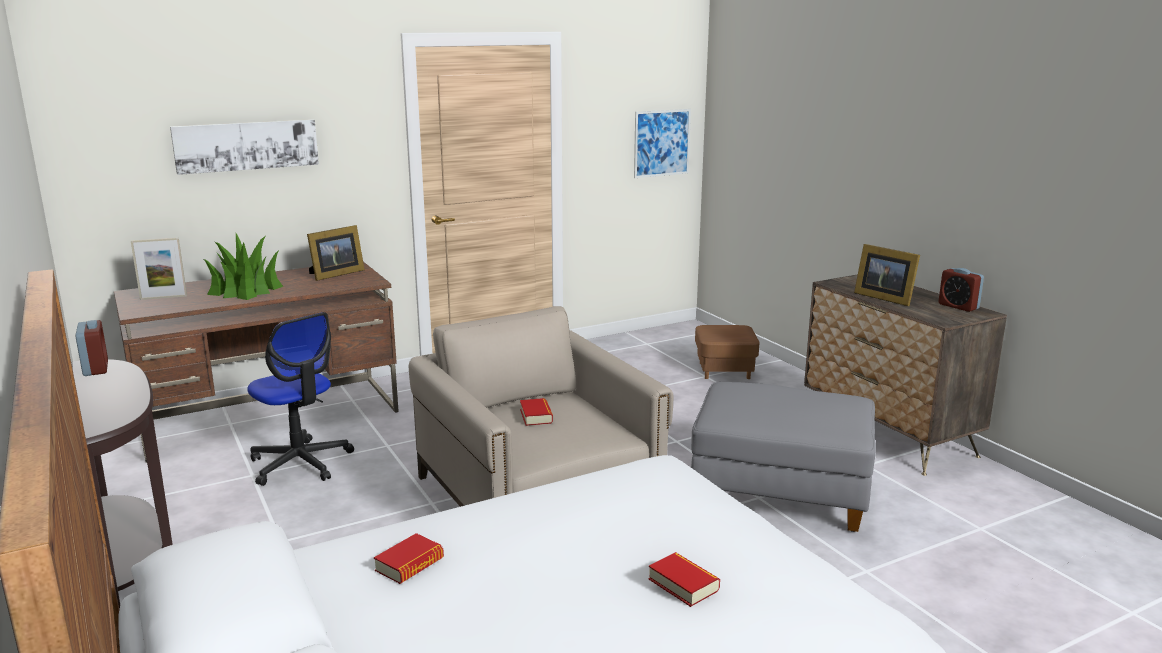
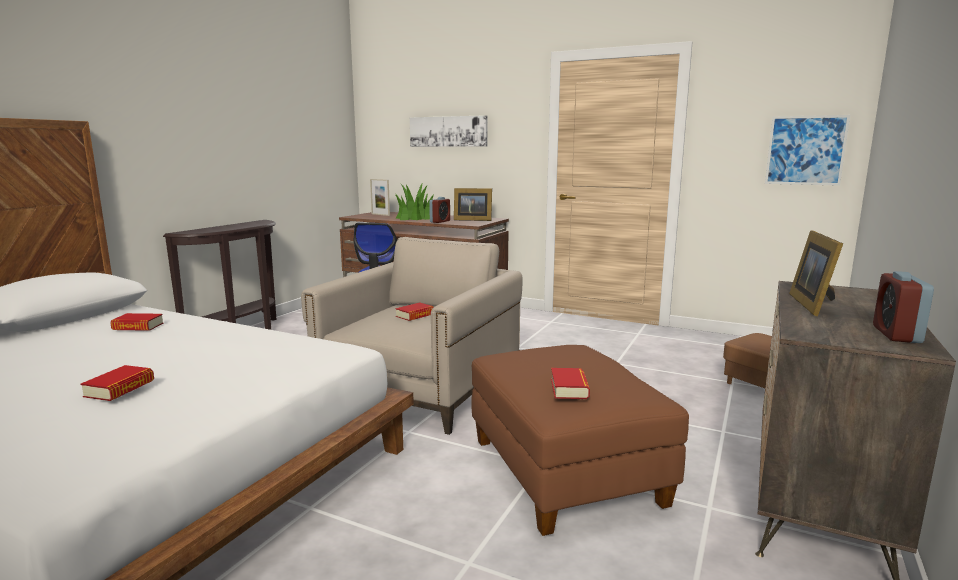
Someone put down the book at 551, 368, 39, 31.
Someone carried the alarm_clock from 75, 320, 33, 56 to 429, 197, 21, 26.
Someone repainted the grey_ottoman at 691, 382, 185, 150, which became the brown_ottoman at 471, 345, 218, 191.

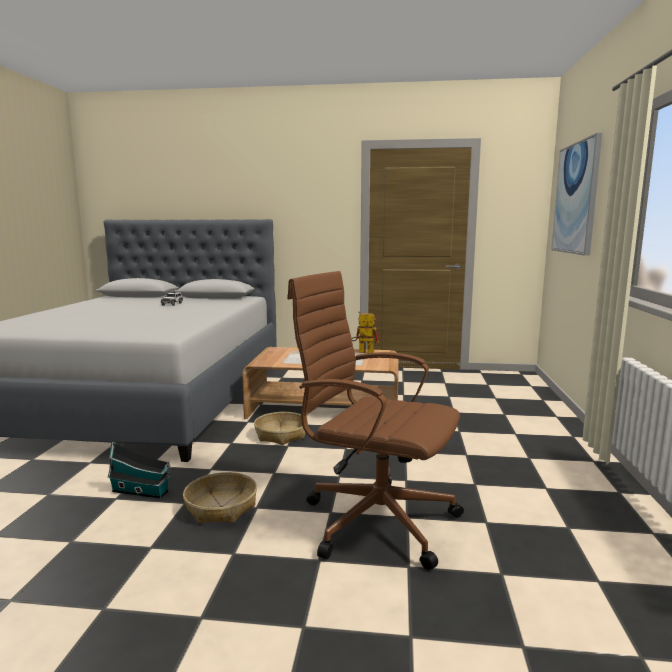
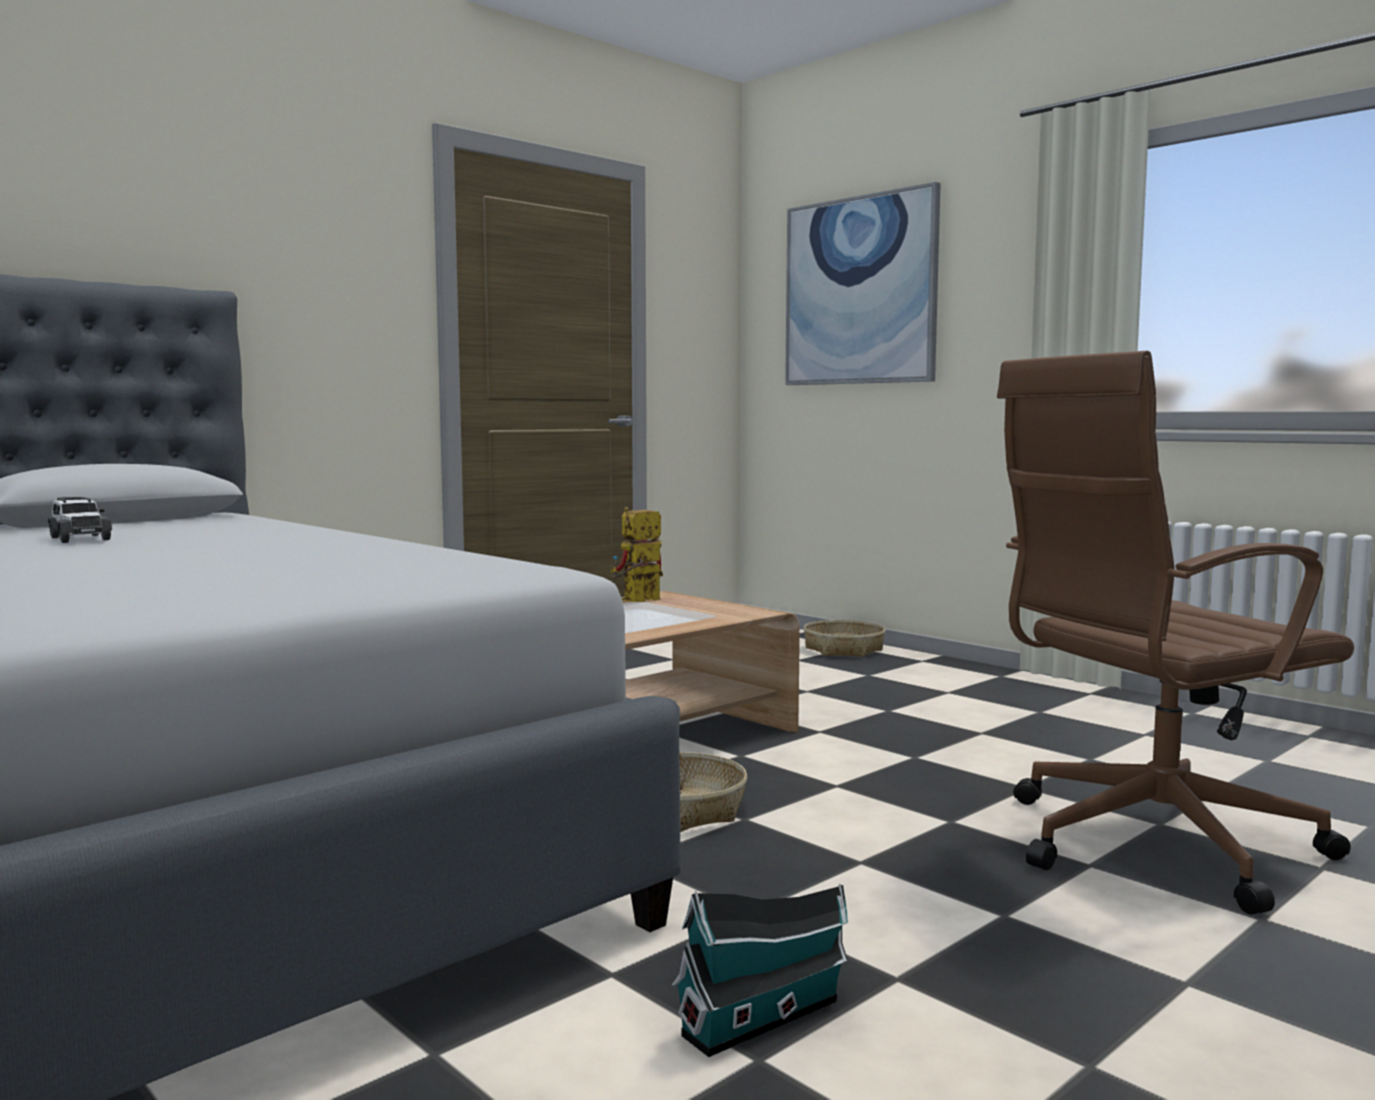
Someone carried the basket from 183, 472, 74, 52 to 803, 620, 83, 37.

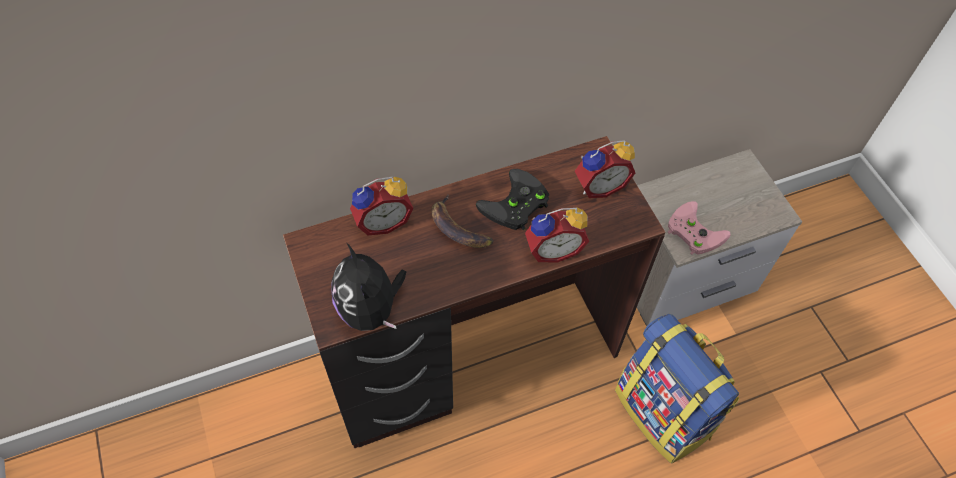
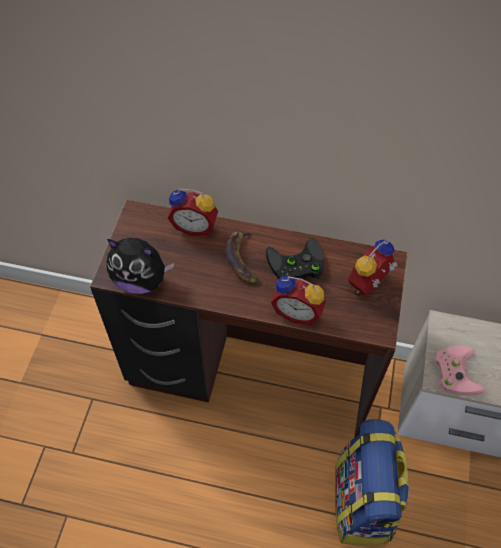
Someone rotated the plush_toy at 331, 243, 75, 88 by 90 degrees counterclockwise.
Someone rotated the alarm_clock at 575, 140, 60, 58 by 120 degrees clockwise.

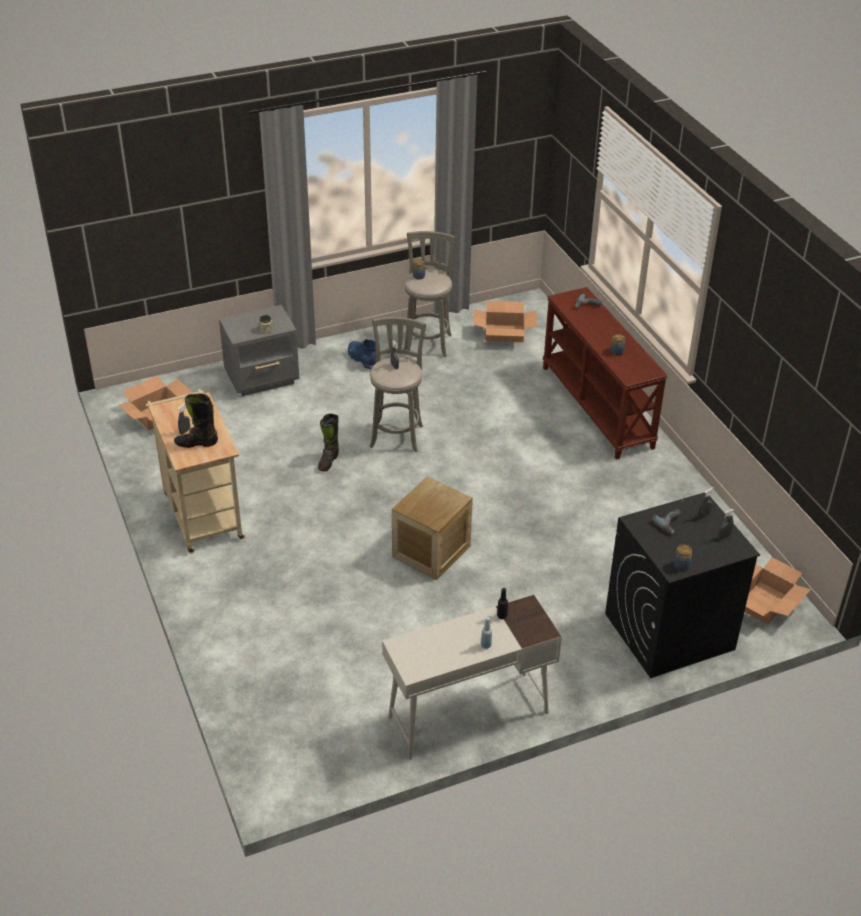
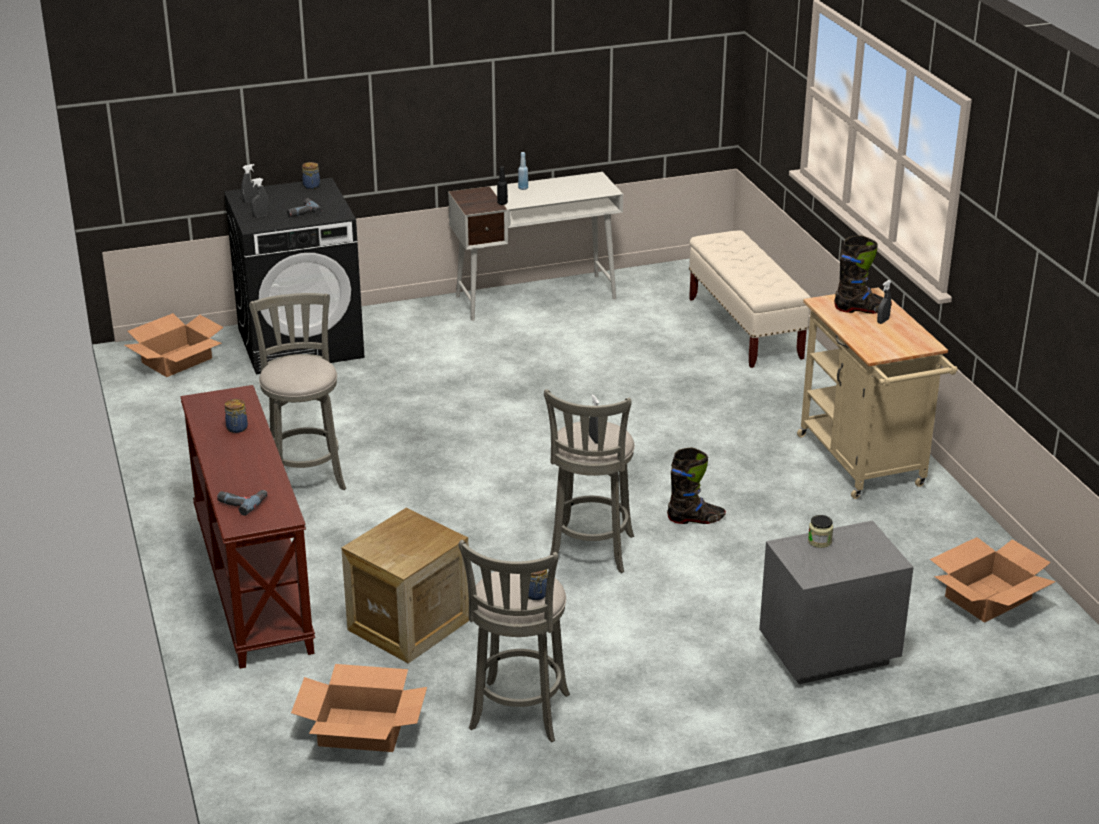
Someone took away the blue_boot at 348, 339, 28, 32.
Someone put down the grey_stool at 249, 293, 97, 197.
Someone put down the beige_bench at 689, 231, 122, 137.
Someone carried the crate from 392, 476, 81, 104 to 341, 508, 128, 155.
Someone rotated the black_boot at 318, 414, 21, 58 by 60 degrees clockwise.

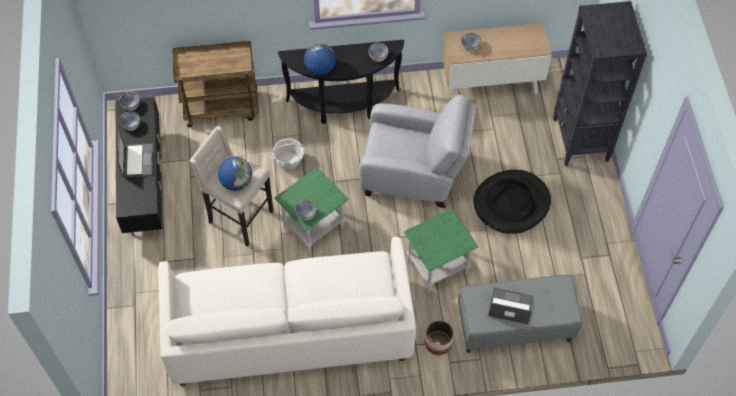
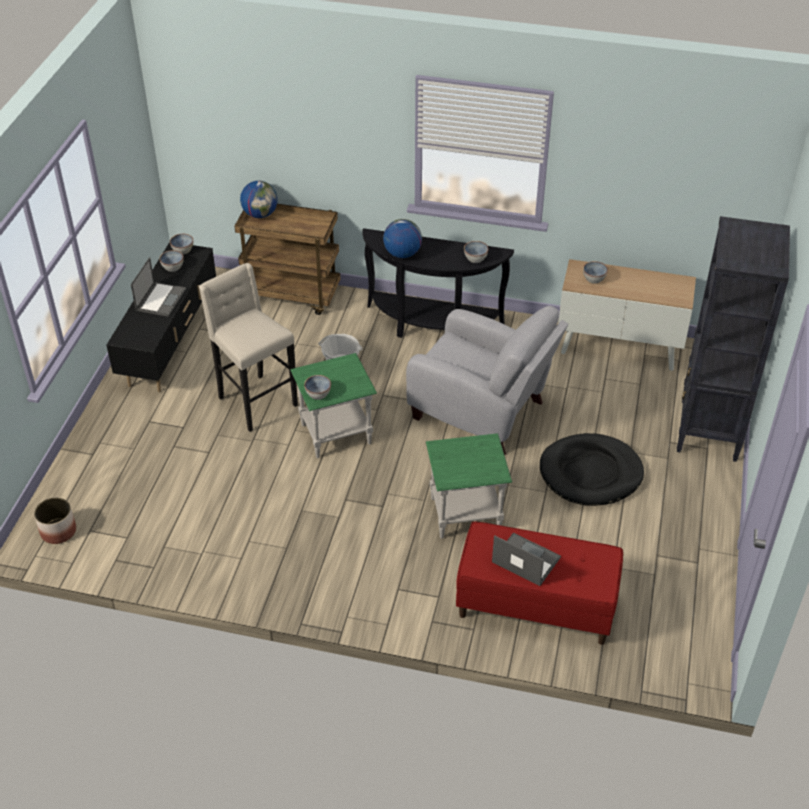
Someone took away the white_sofa at 158, 237, 258, 149.
Someone carried the globe from 218, 157, 34, 34 to 240, 181, 38, 37.
Someone carried the planter from 425, 320, 29, 35 to 34, 498, 42, 46.
Someone repainted the grey_bench at 458, 275, 124, 78, which became the red_bench at 456, 521, 167, 124.

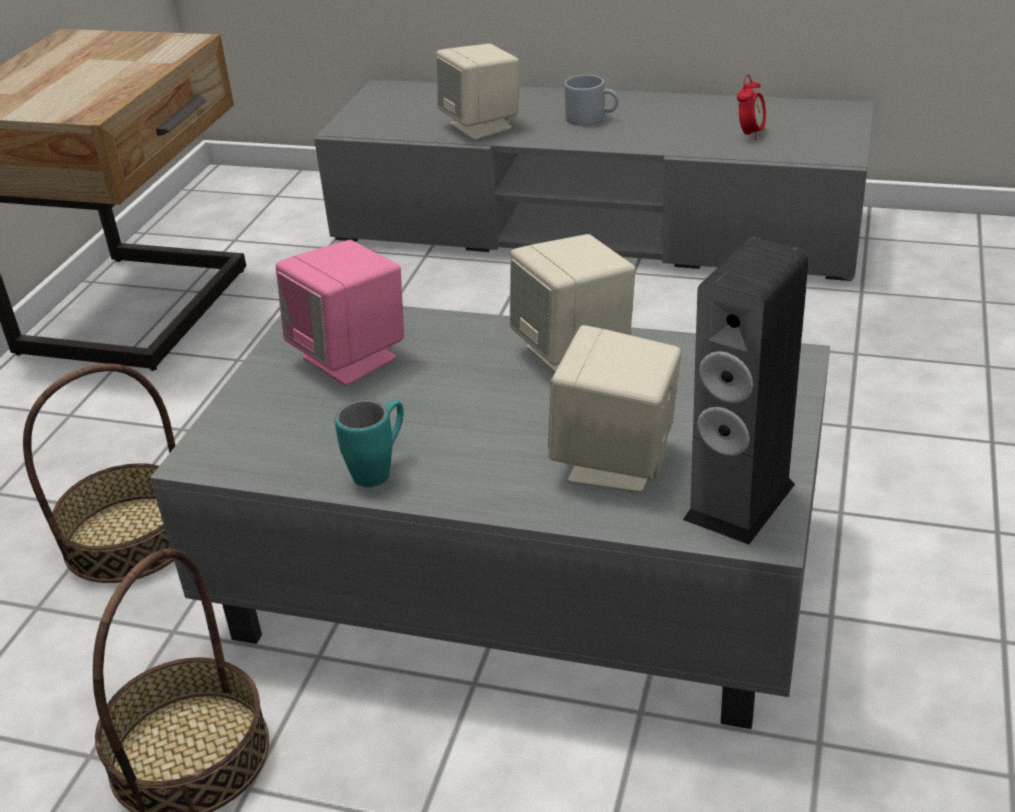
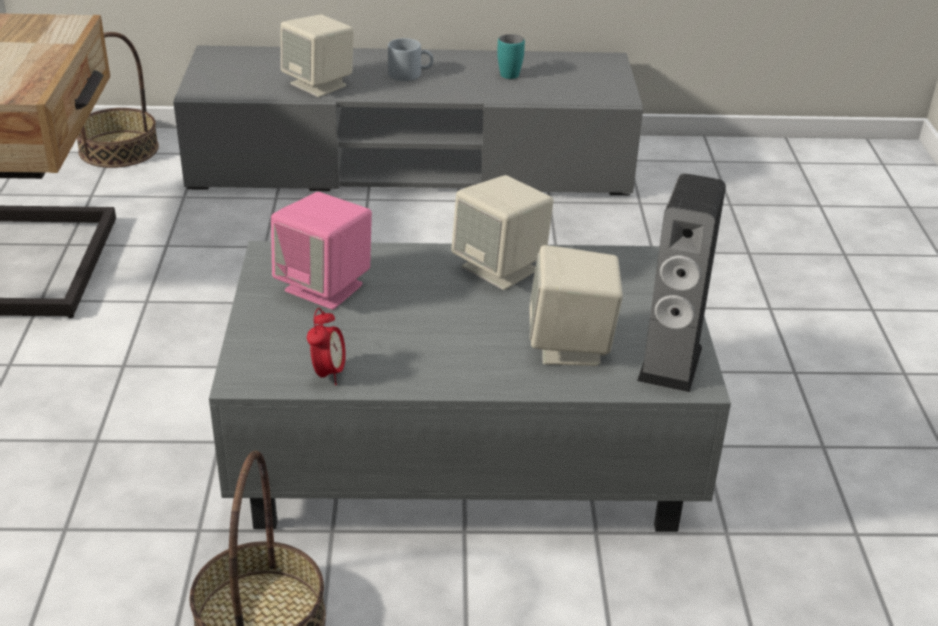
Someone carried the basket from 23, 364, 153, 219 to 77, 32, 82, 136.
Someone carried the turquoise_mug from 335, 400, 69, 87 to 497, 34, 28, 45.
Someone carried the alarm_clock from 737, 75, 29, 66 to 307, 308, 39, 77.

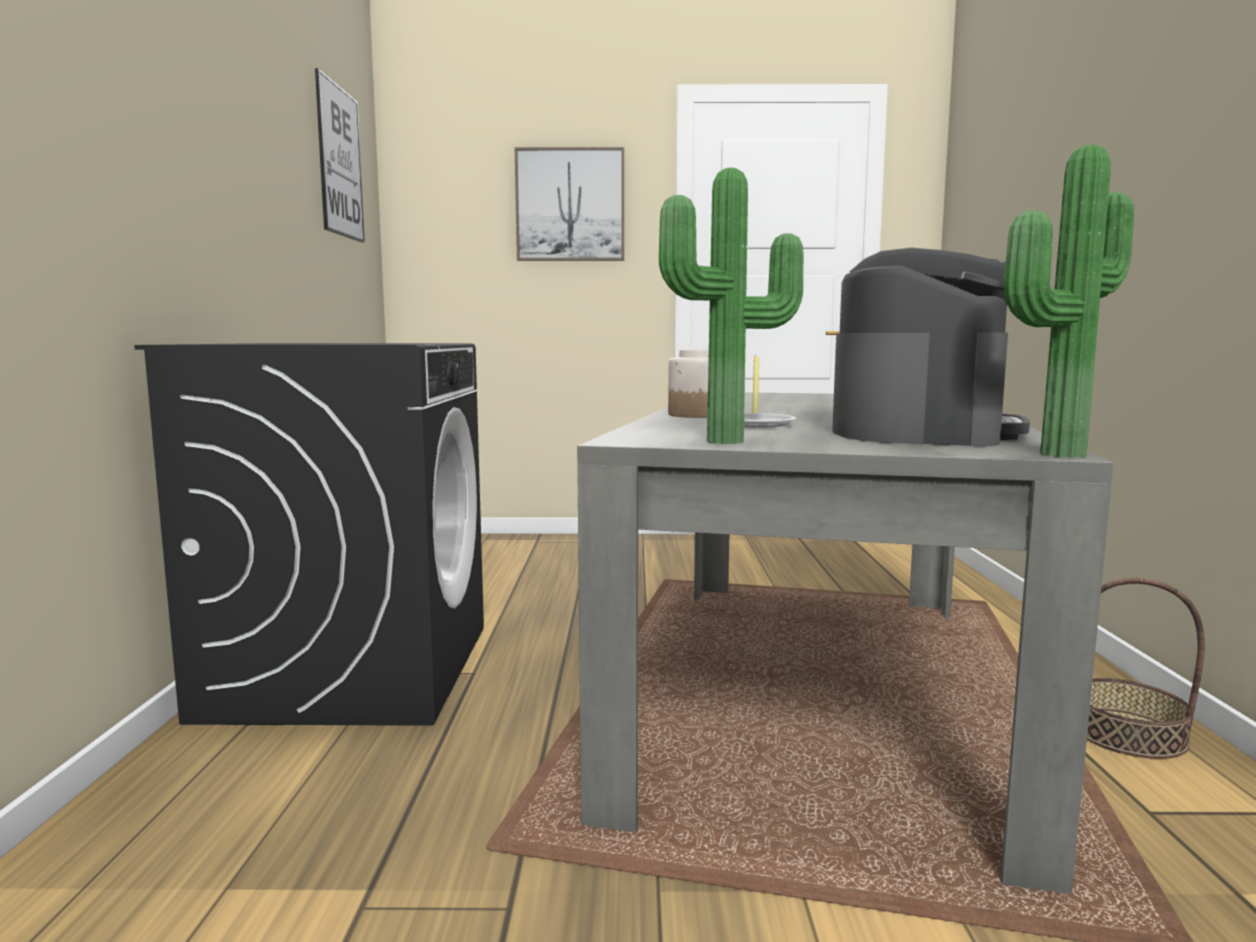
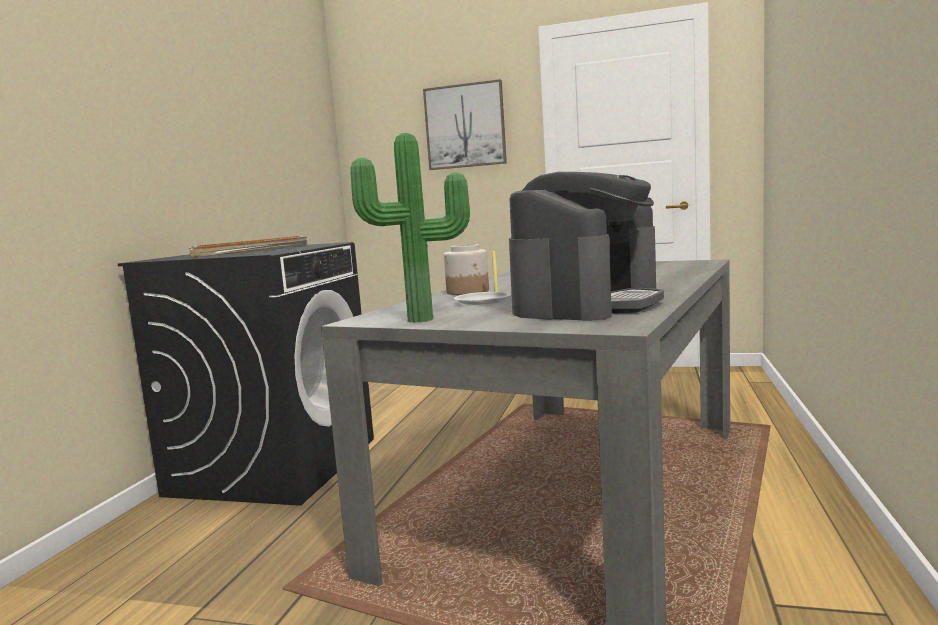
Someone took away the picture at 315, 68, 50, 175.
Someone took away the potted_plant at 1003, 145, 131, 313.
Someone took away the basket at 1087, 578, 118, 181.
Someone put down the white_tray at 189, 236, 118, 21.

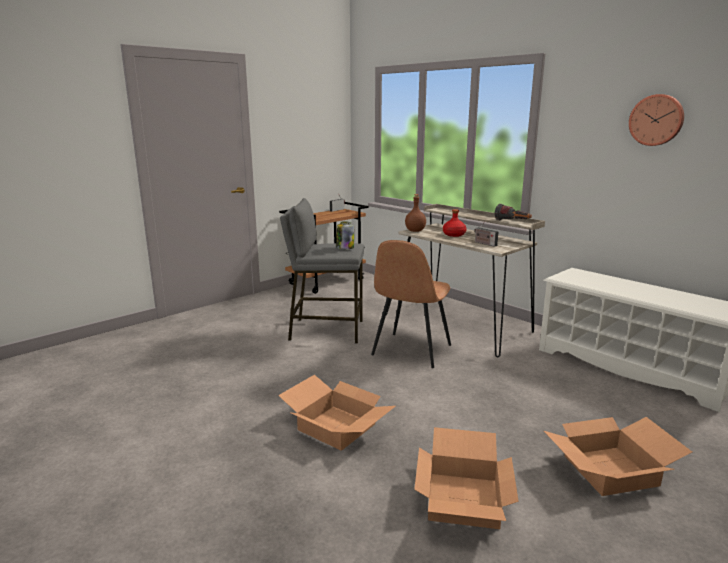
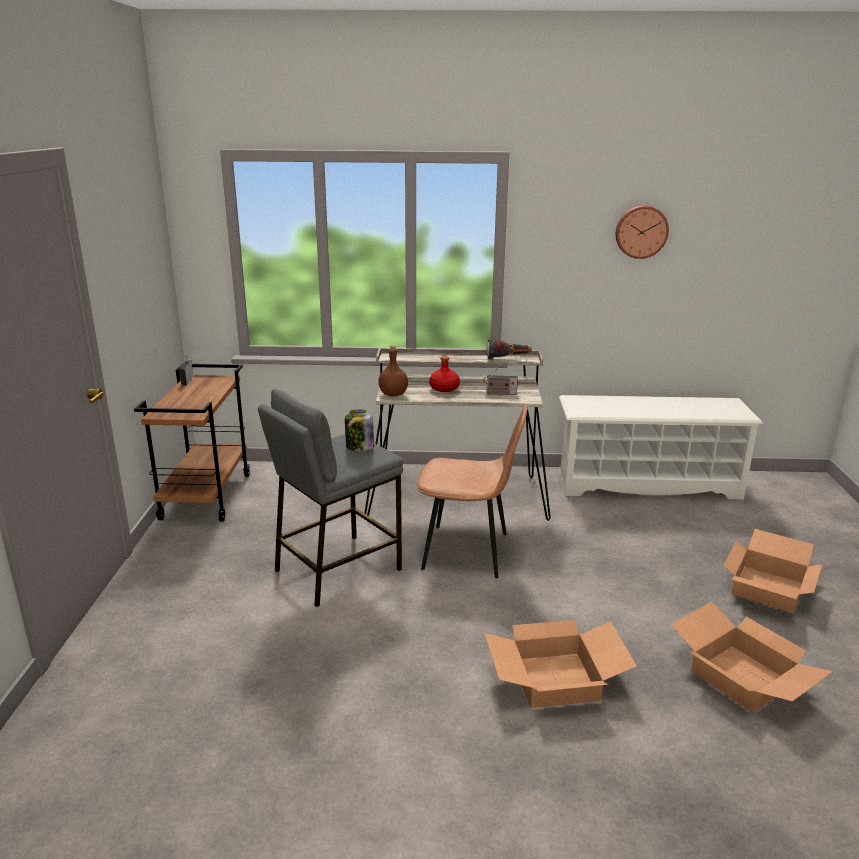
Someone rotated the brown_chair at 371, 240, 80, 128 by 60 degrees counterclockwise.

